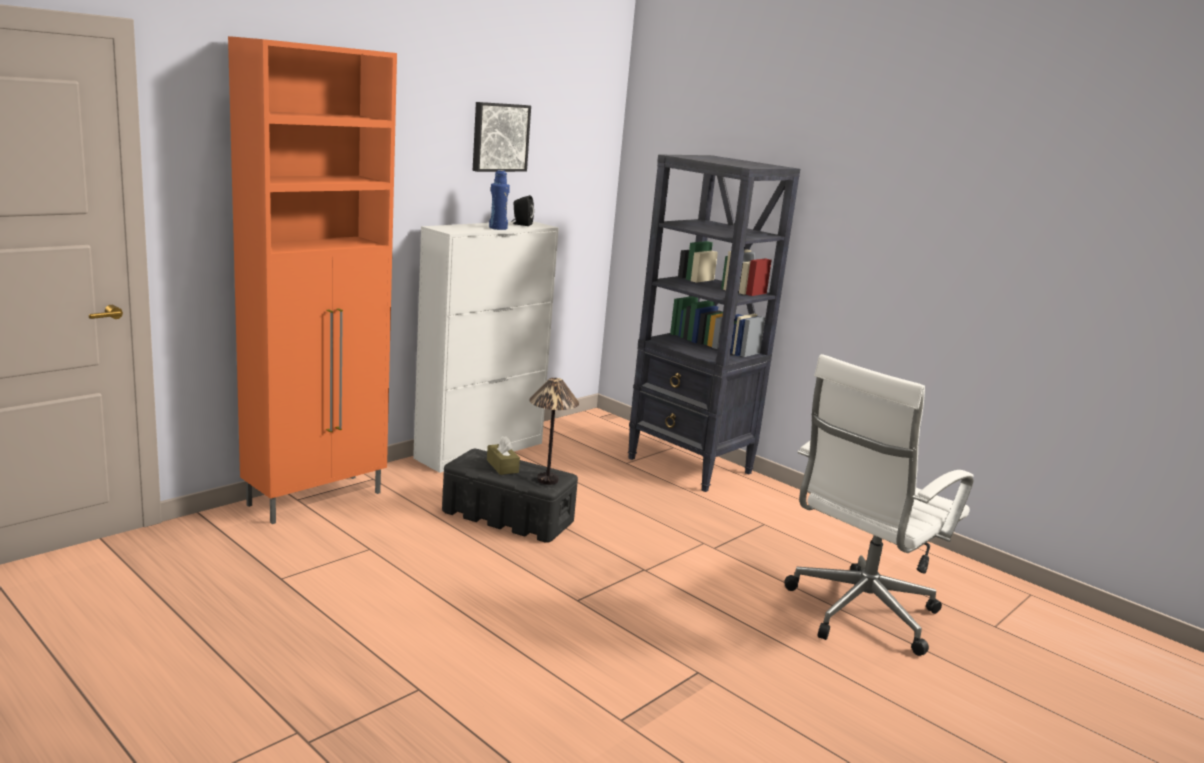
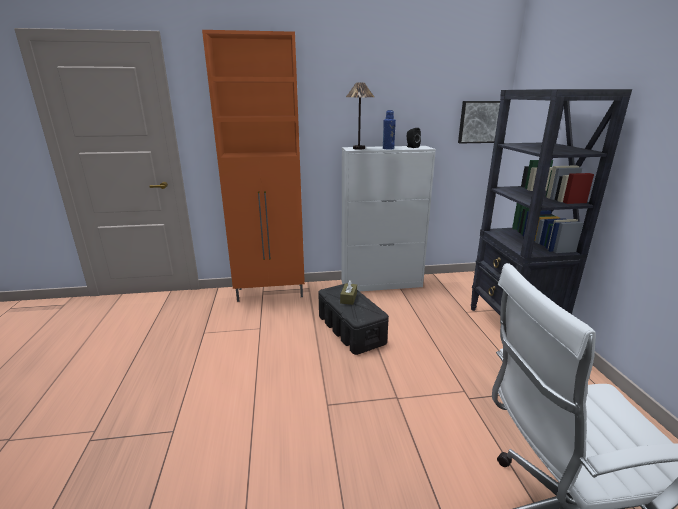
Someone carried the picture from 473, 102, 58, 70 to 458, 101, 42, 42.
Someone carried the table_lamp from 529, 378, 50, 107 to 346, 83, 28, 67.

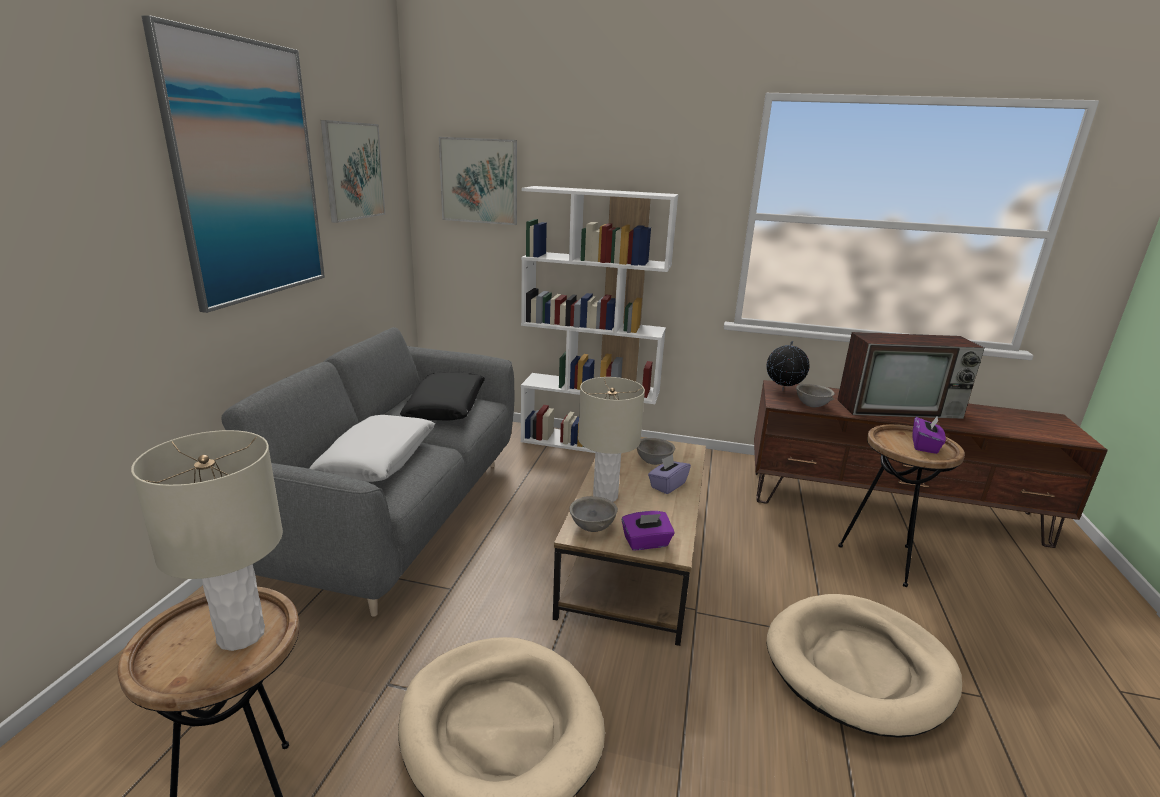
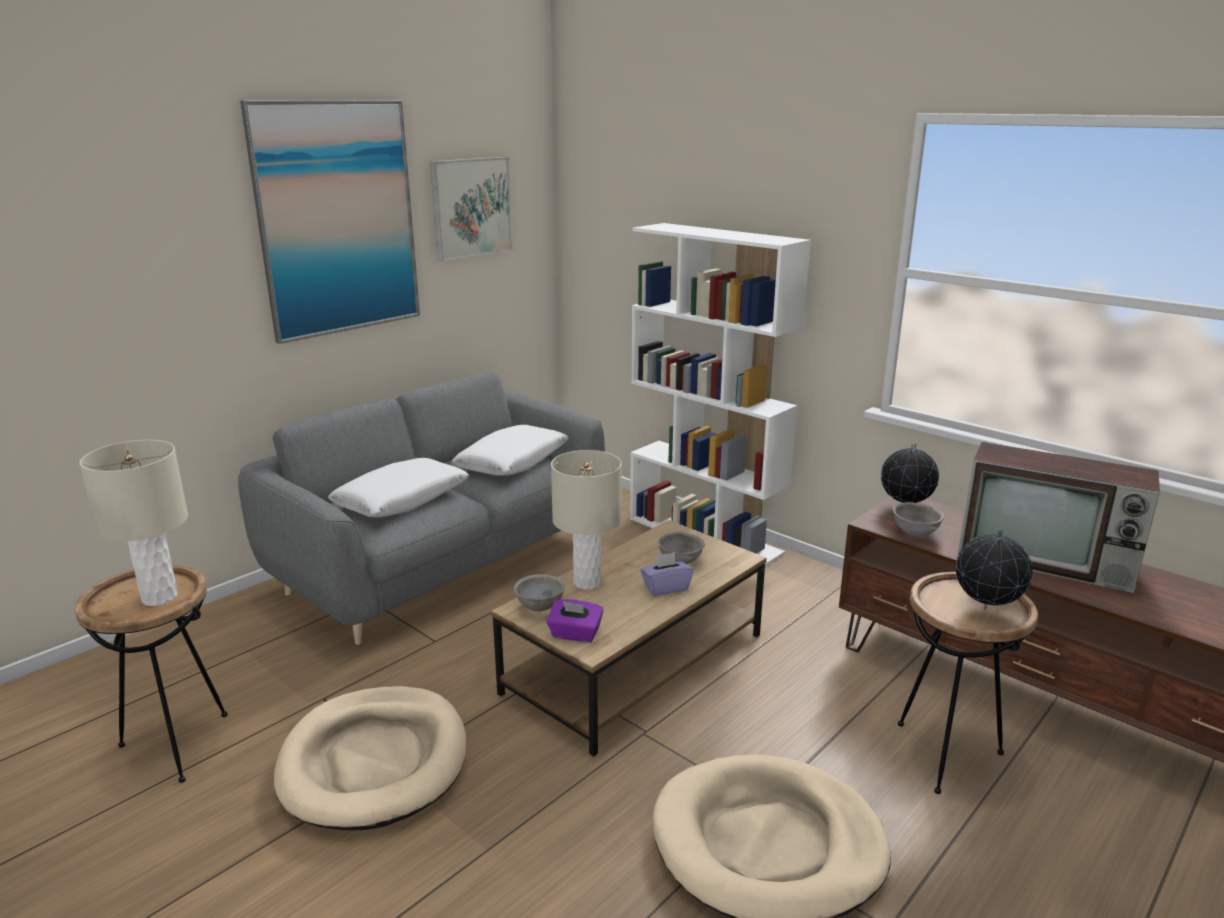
Someone took away the picture at 439, 137, 78, 88.
Someone swapped the purple_tissue_box at 912, 415, 34, 39 for the globe at 956, 529, 77, 80.
Someone repainted the black_pillow at 400, 372, 85, 48, which became the white_pillow at 452, 425, 117, 51.

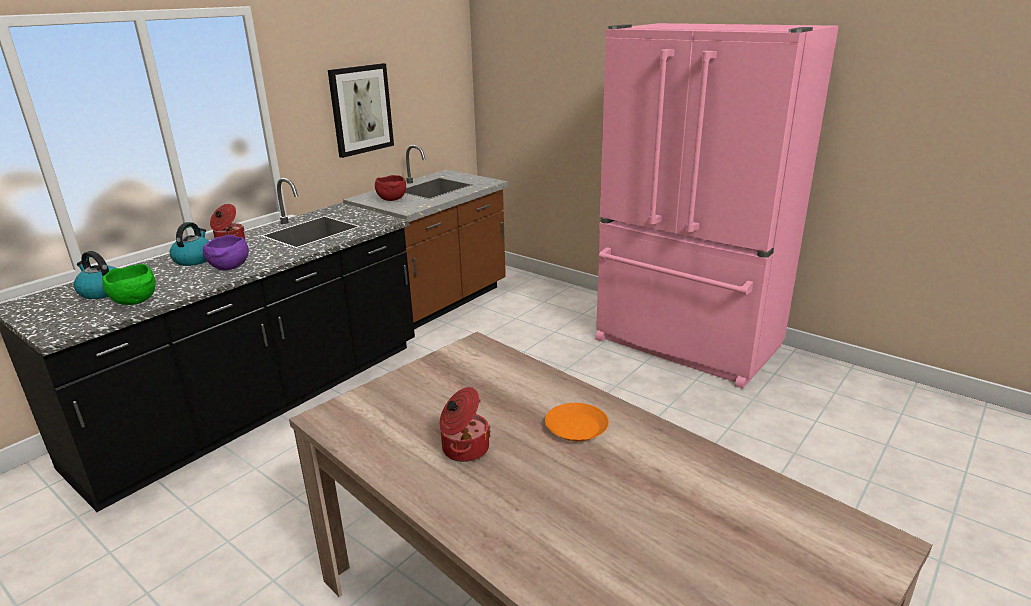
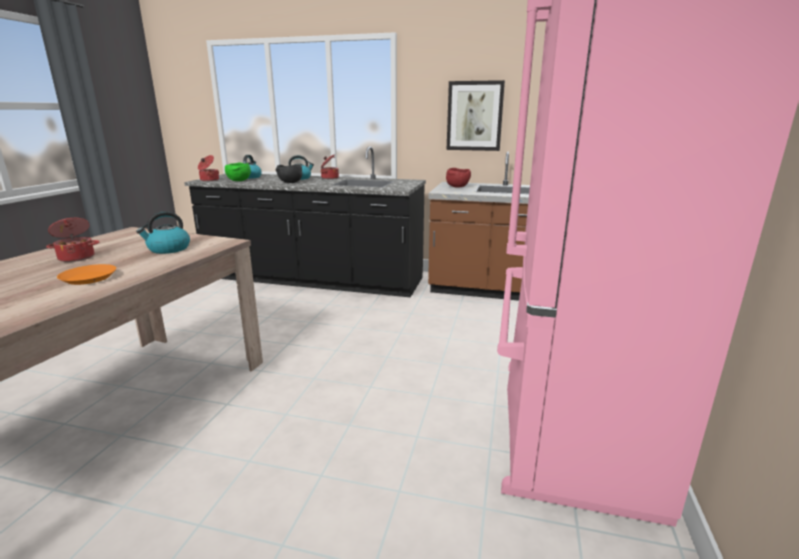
Someone put down the kettle at 136, 211, 54, 43.
Someone put down the cooking_pot at 198, 155, 21, 26.
Someone repainted the purple_bowl at 203, 235, 46, 36, which became the black_bowl at 275, 164, 27, 19.

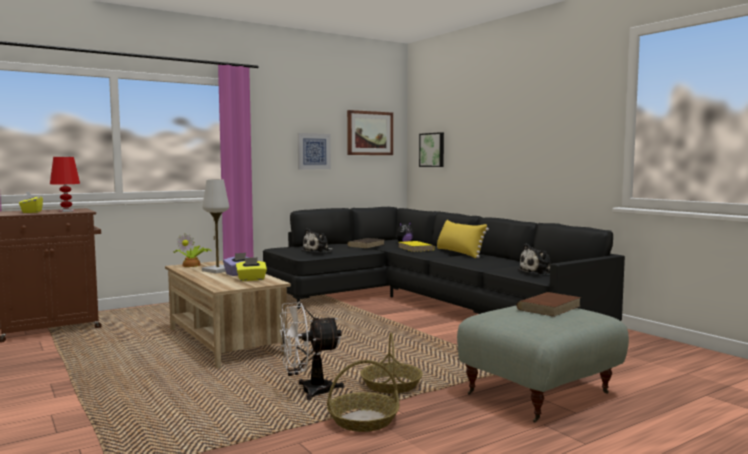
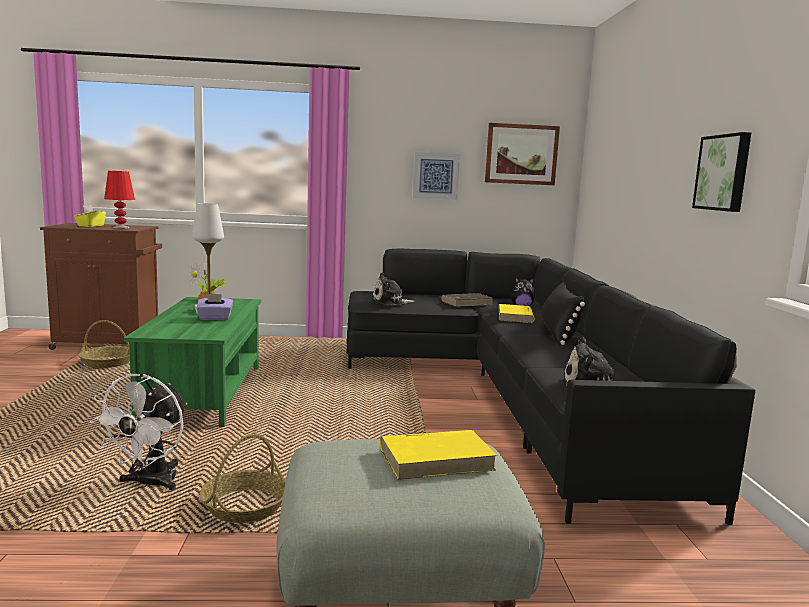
Someone took away the yellow_tissue_box at 236, 257, 31, 24.
Someone carried the basket from 327, 360, 72, 72 to 78, 320, 52, 48.
Someone carried the picture from 419, 132, 25, 35 to 692, 132, 59, 80.
Someone repainted the beige_coffee_table at 165, 261, 126, 108, which became the green_coffee_table at 124, 297, 137, 130.
Someone repainted the yellow_pillow at 437, 220, 52, 38, which became the black_pillow at 541, 282, 44, 63.
Someone repainted the brown_book at 516, 292, 65, 25, which became the yellow_book at 380, 430, 117, 50.
Someone rotated the white_fan at 279, 302, 65, 98 by 90 degrees counterclockwise.

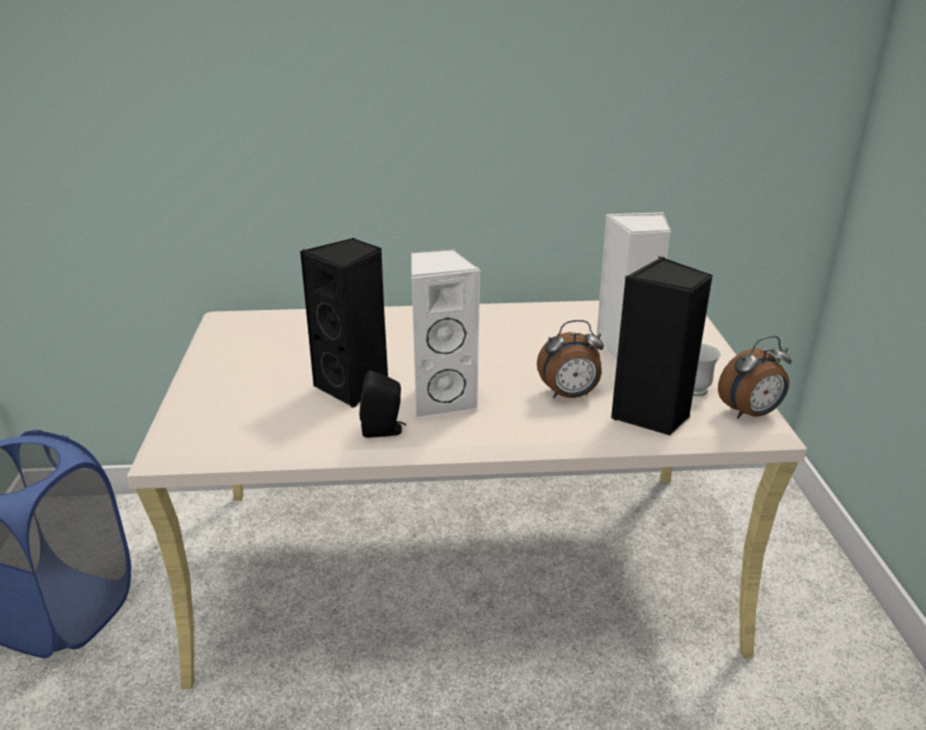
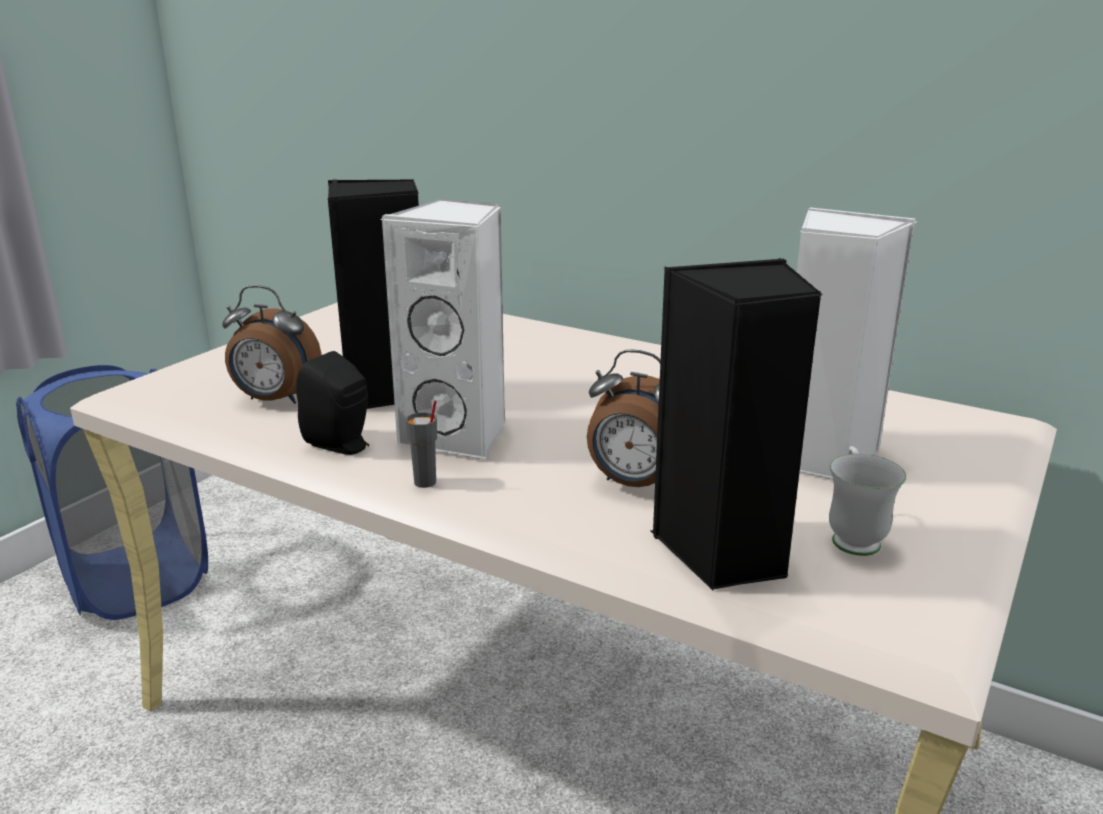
Someone put down the grey_cup at 406, 401, 31, 87.
Someone carried the alarm_clock from 718, 336, 74, 82 to 222, 285, 100, 119.

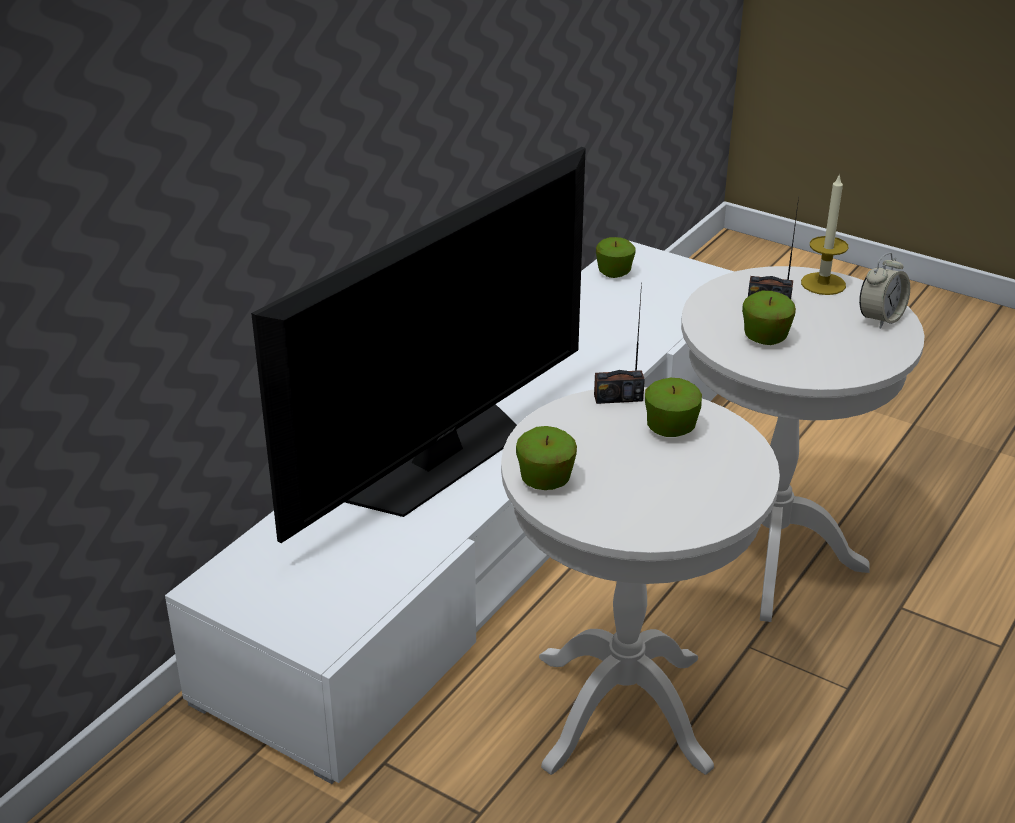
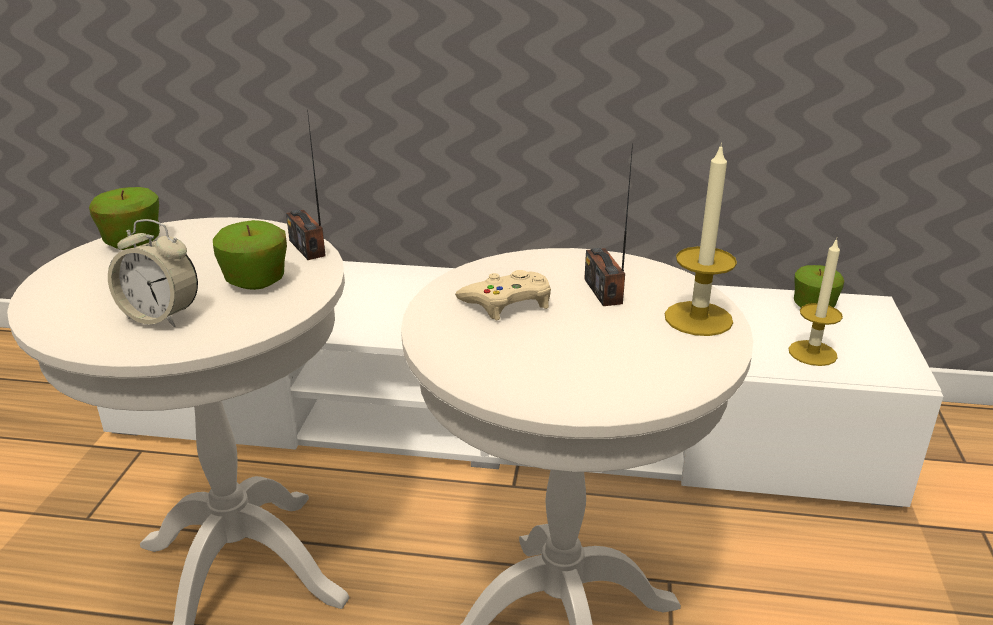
Someone took away the television at 251, 147, 335, 396.
Someone put down the candle at 788, 238, 55, 128.
Someone carried the alarm_clock from 859, 253, 51, 76 to 108, 219, 90, 108.
Someone swapped the apple at 742, 291, 54, 54 for the beige_game_controller at 455, 270, 96, 50.

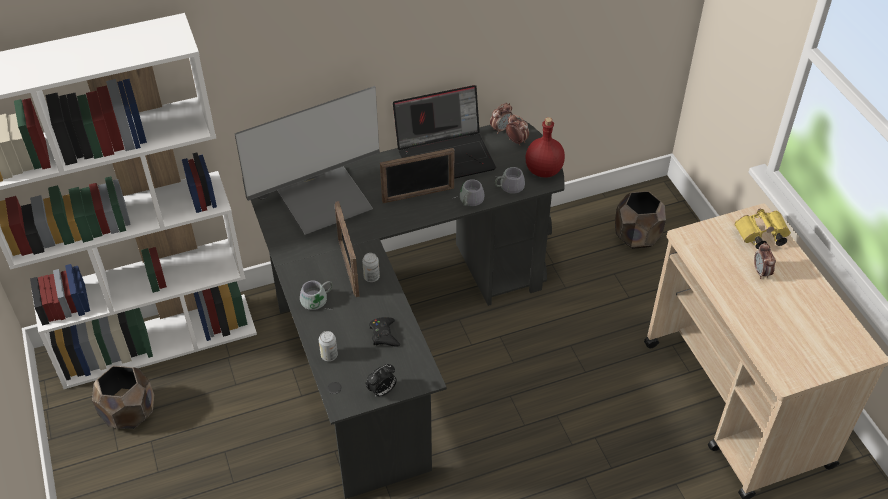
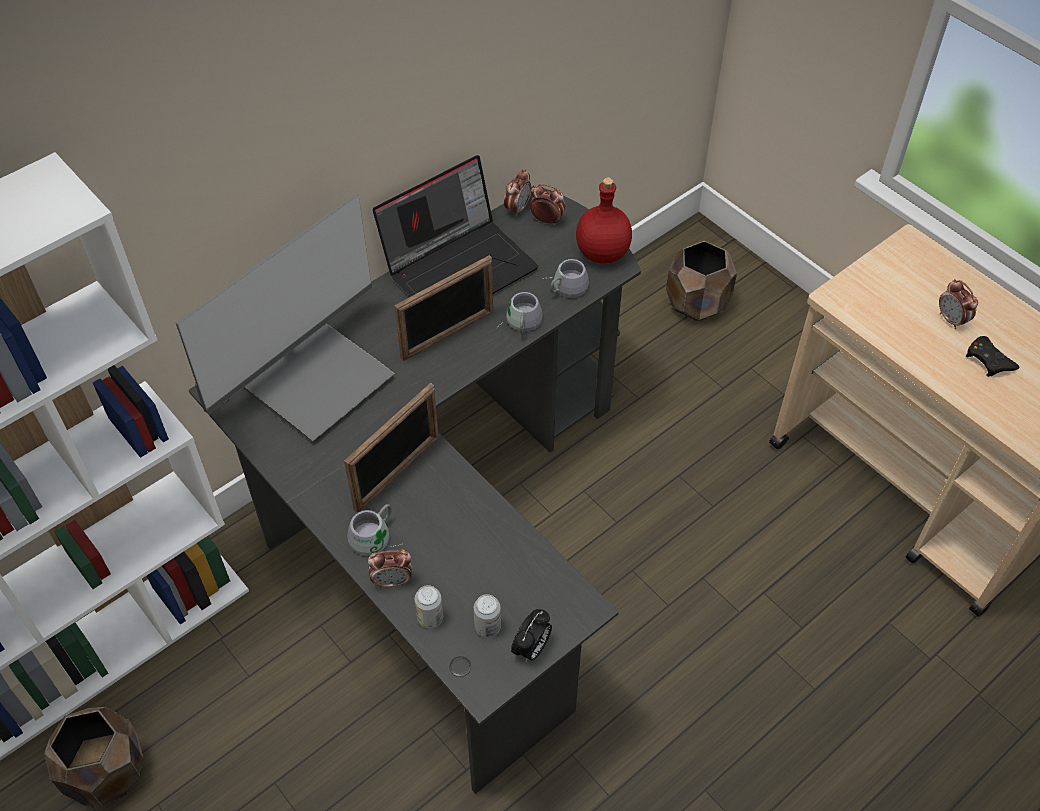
Someone took away the yellow_binoculars at 735, 209, 56, 40.
Someone put down the alarm_clock at 368, 549, 44, 39.
Someone carried the can from 362, 253, 18, 29 to 474, 594, 27, 44.
Someone carried the black_game_controller from 369, 317, 31, 29 to 966, 336, 53, 41.
Someone rotated the picture_frame at 335, 201, 25, 96 by 105 degrees counterclockwise.

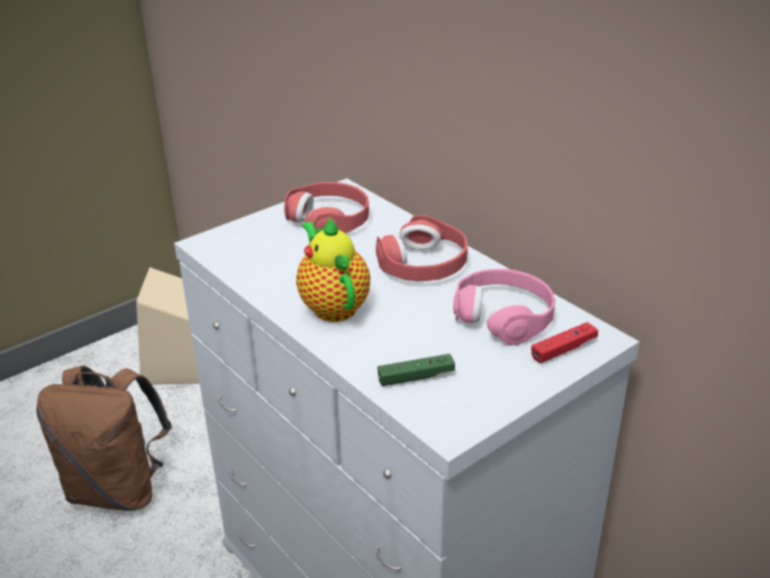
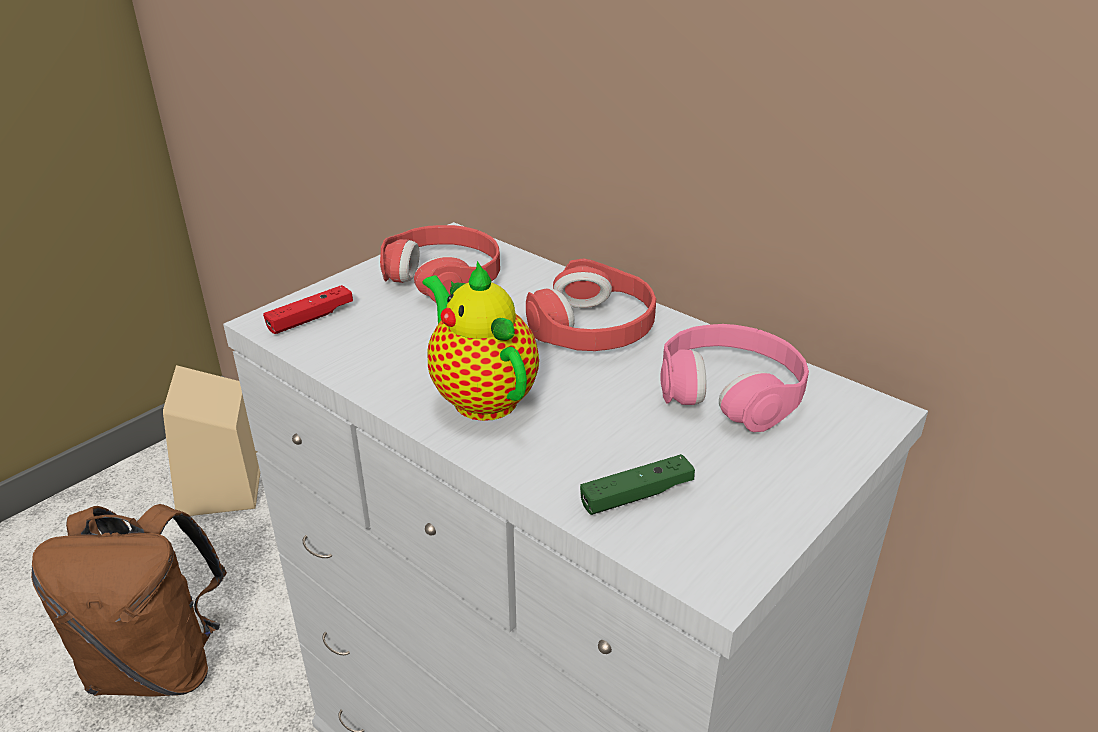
Someone carried the red_game_controller from 531, 322, 67, 41 to 263, 285, 90, 49.

